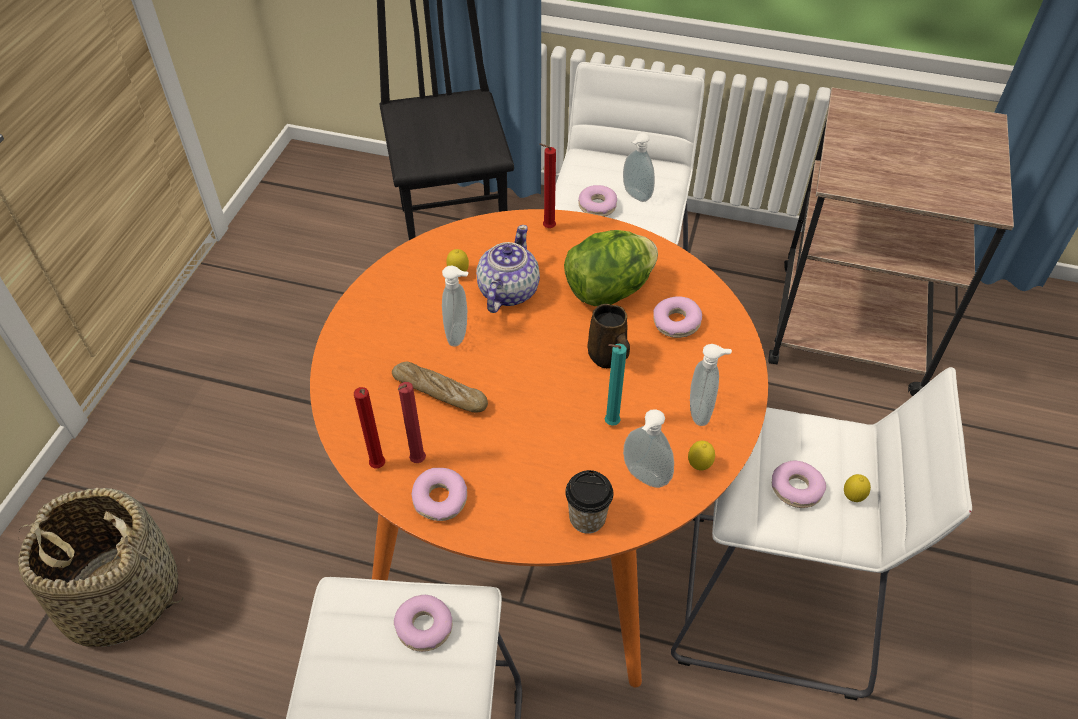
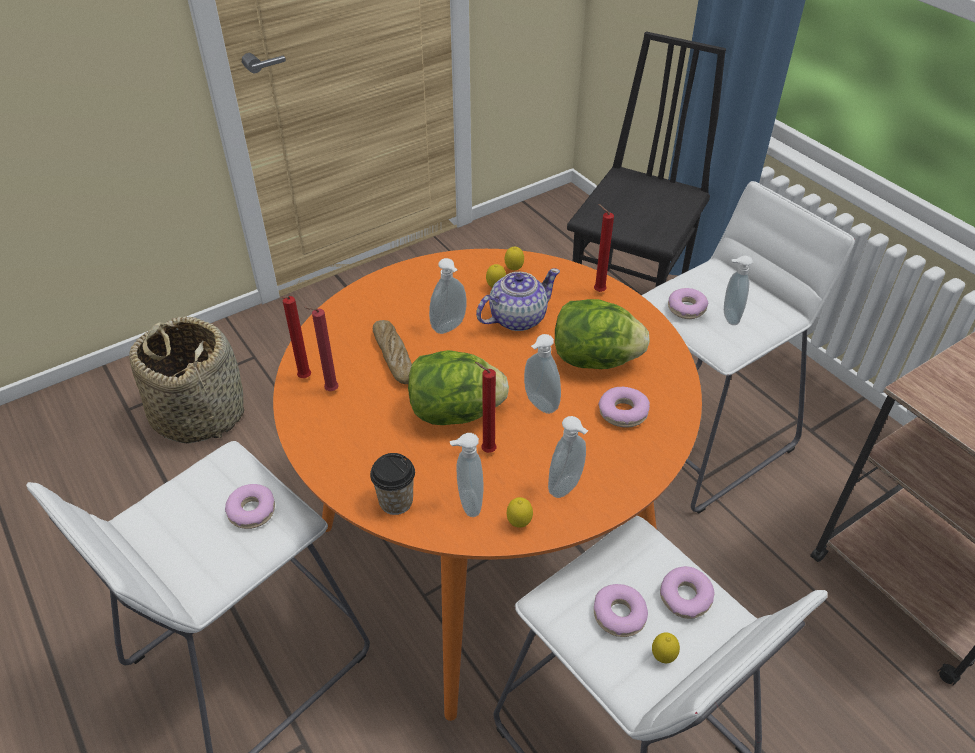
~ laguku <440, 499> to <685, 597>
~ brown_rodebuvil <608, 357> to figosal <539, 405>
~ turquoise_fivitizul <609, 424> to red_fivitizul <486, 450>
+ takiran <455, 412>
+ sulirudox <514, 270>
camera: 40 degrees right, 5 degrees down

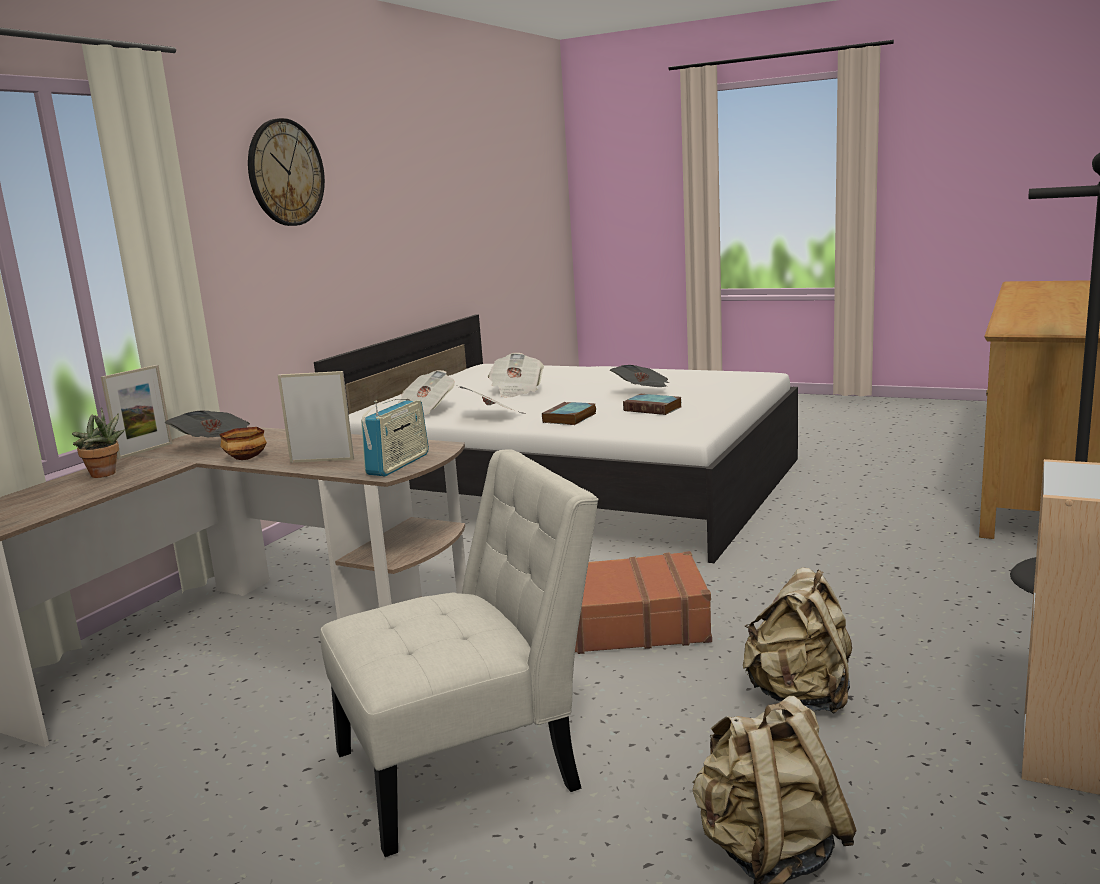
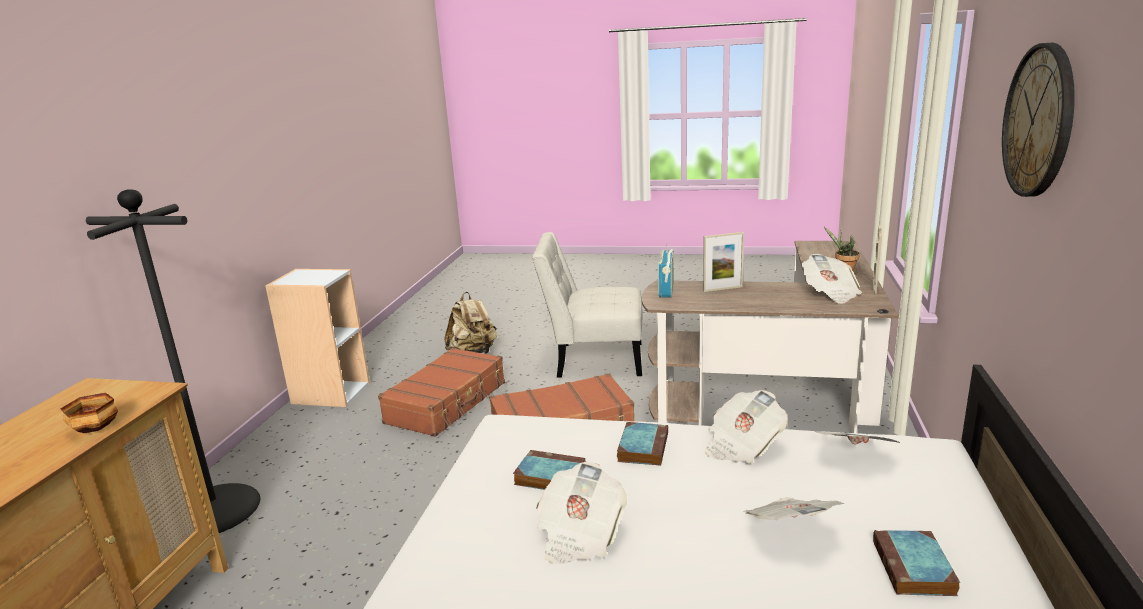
~ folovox <244, 458> to <96, 428>
~ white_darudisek <469, 766> = <593, 360> 45 degrees clockwise
~ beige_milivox <801, 696> to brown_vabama <447, 403>
+ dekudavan <914, 569>
camera: 165 degrees right, 5 degrees up

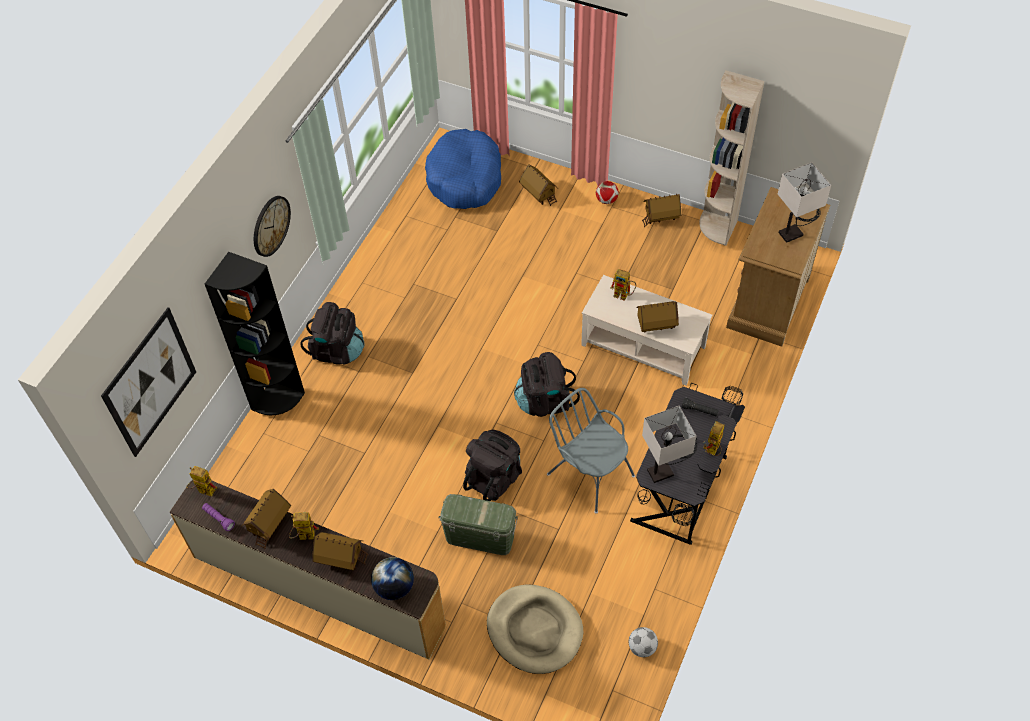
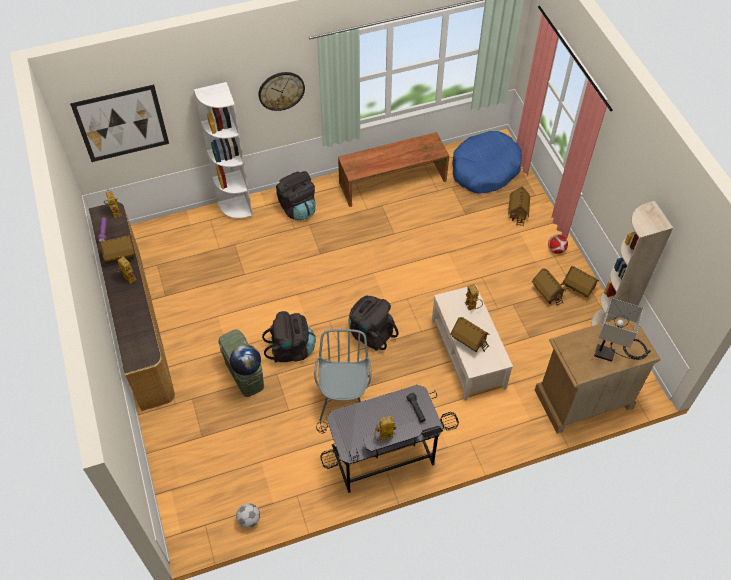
~ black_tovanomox <278, 402> to white_tovanomox <236, 210>
~ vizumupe <341, 559> to <547, 294>
~ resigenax <394, 587> to <247, 367>
- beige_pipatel <534, 630>
- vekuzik <670, 462>
+ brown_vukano <393, 181>
camera: 45 degrees right, 0 degrees up

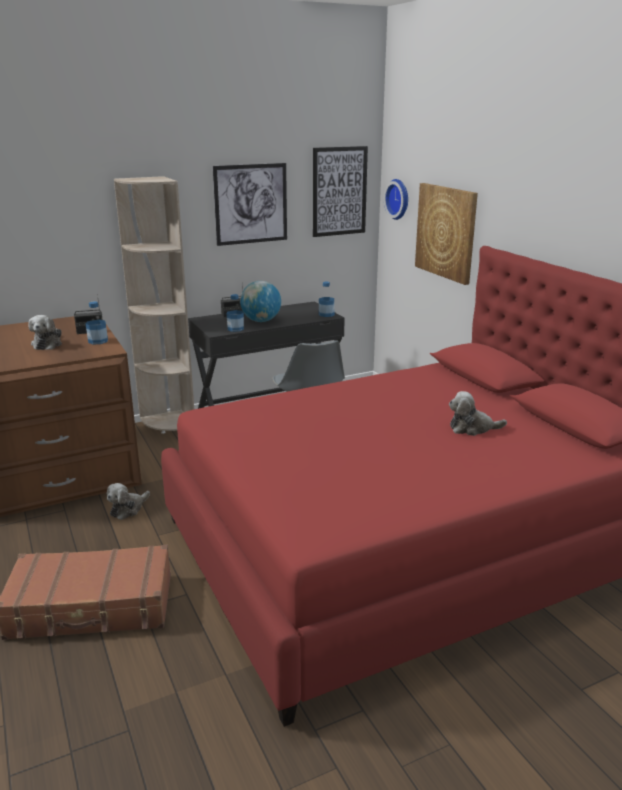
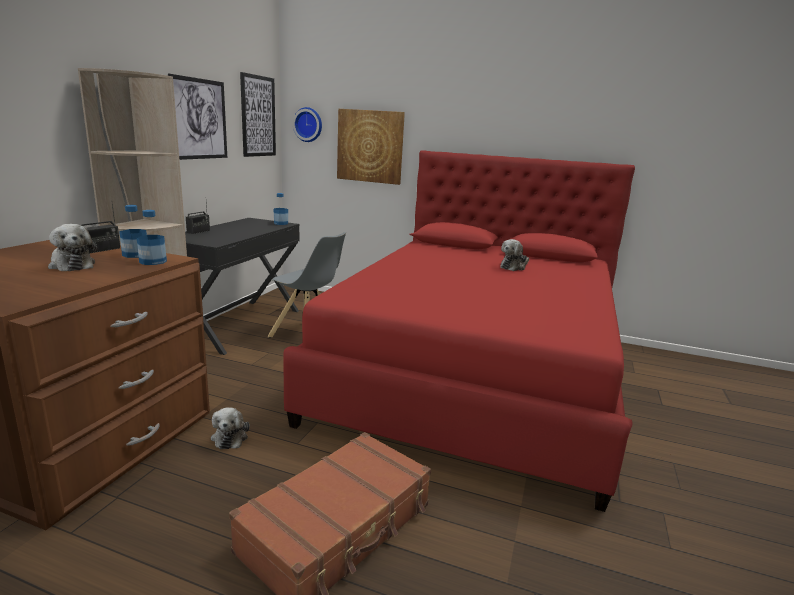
~ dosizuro <235, 329> to <153, 261>
- resigenax <261, 321>
camera: 45 degrees left, 5 degrees down

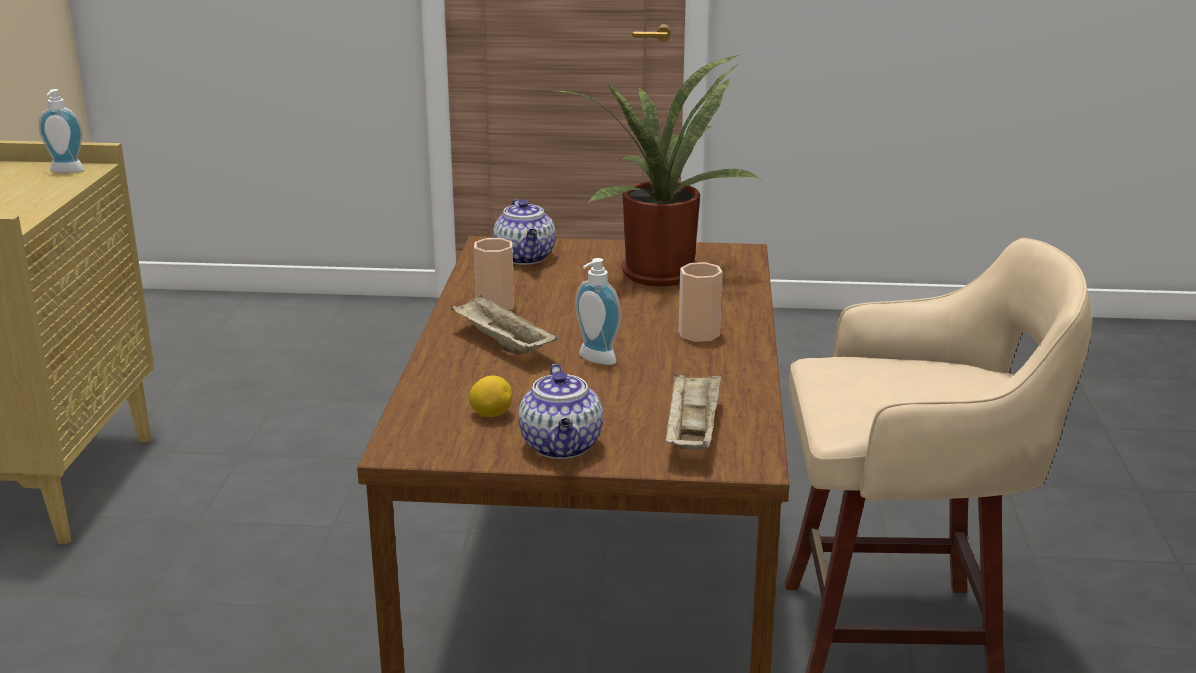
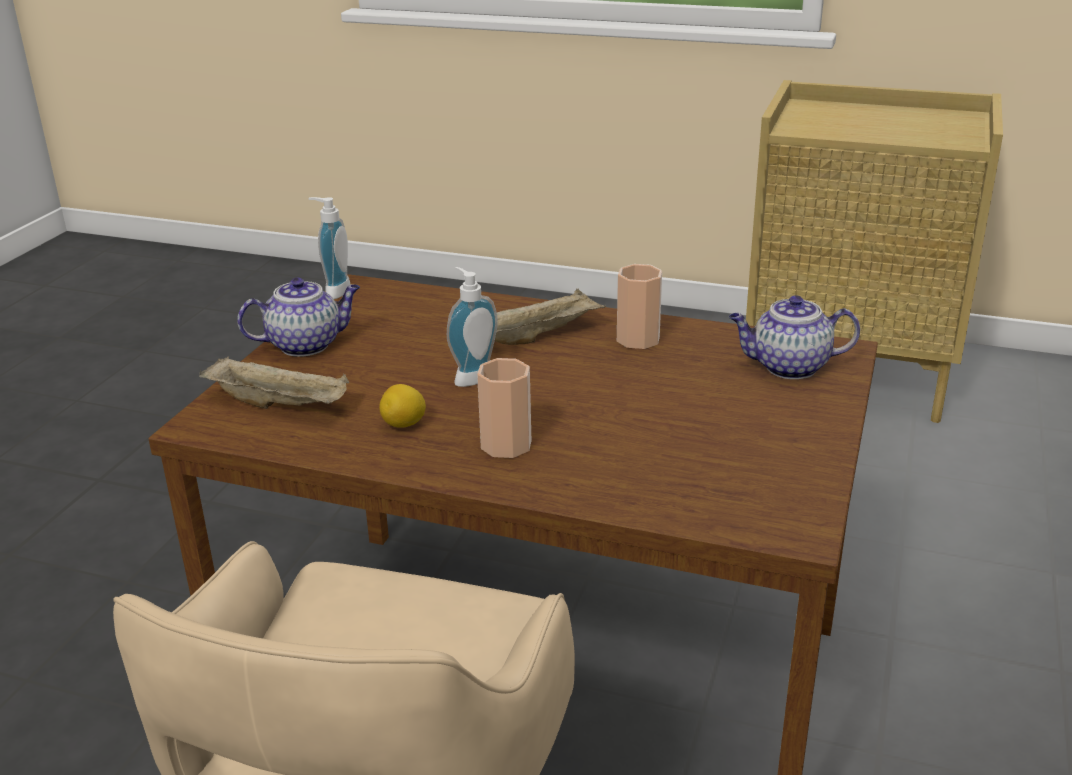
~ figosal <65, 171> to <333, 291>
~ sulirudox <491, 414> to <404, 425>
~ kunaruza <562, 447> = <306, 344> 150 degrees clockwise
- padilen <659, 271>
camera: 105 degrees right, 5 degrees up

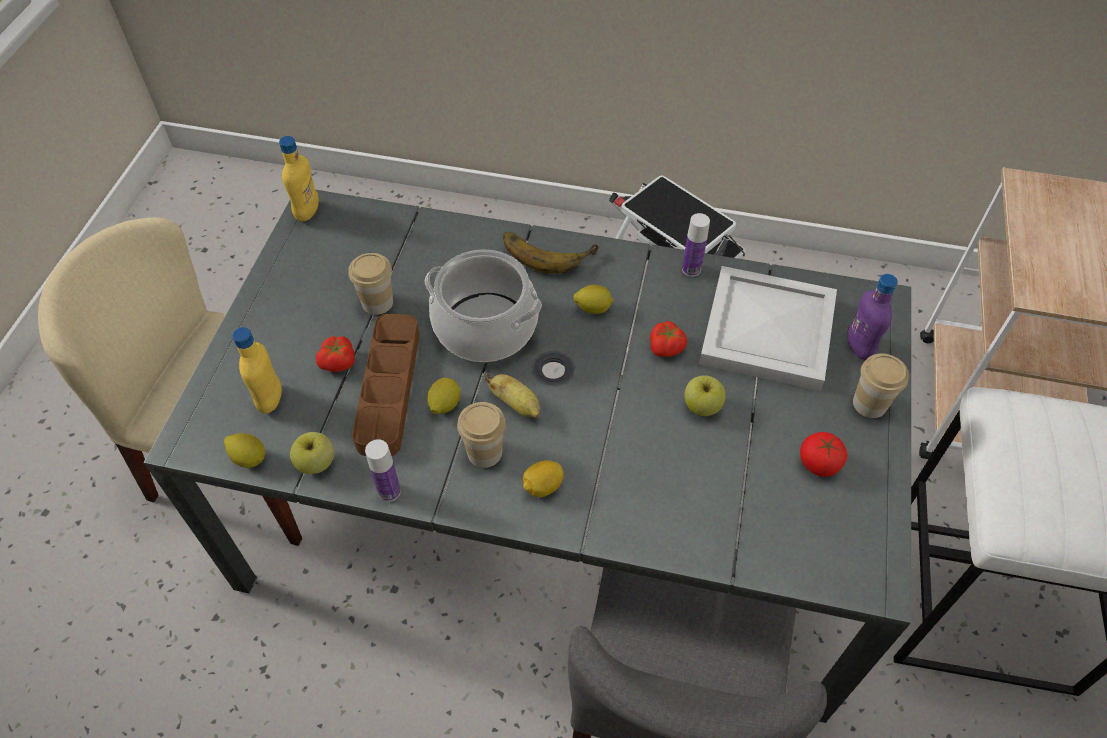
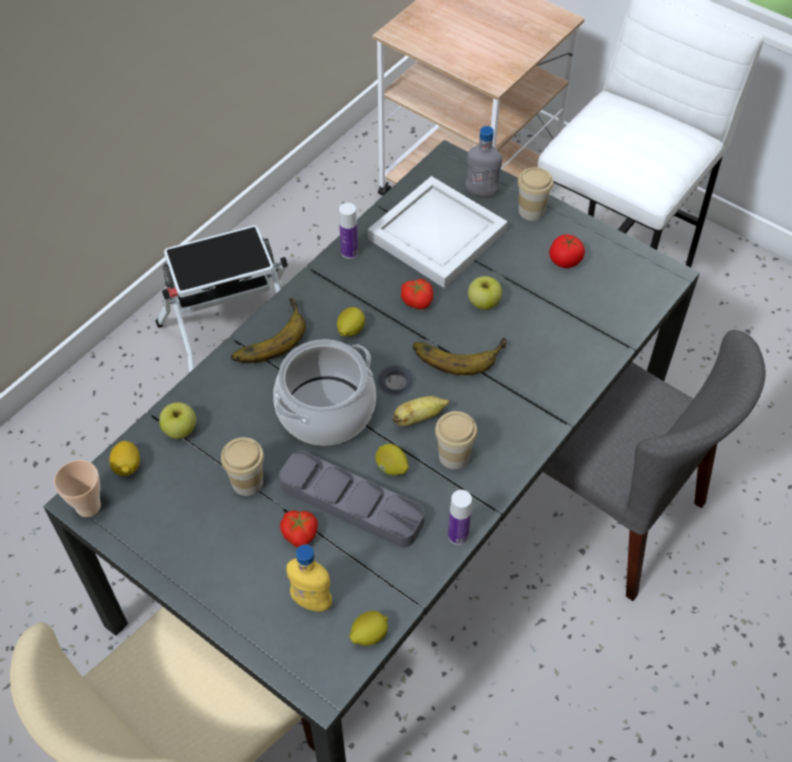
~ yellow_dosizuro <307, 212> to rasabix <88, 506>
~ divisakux <316, 463> to <180, 430>
~ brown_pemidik <389, 388> to grey_pemidik <351, 503>
~ sulirudox <542, 486> to <127, 466>
~ purple_dosizuro <859, 347> to grey_dosizuro <481, 193>
+ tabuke <458, 351>
camera: 65 degrees left, 0 degrees up

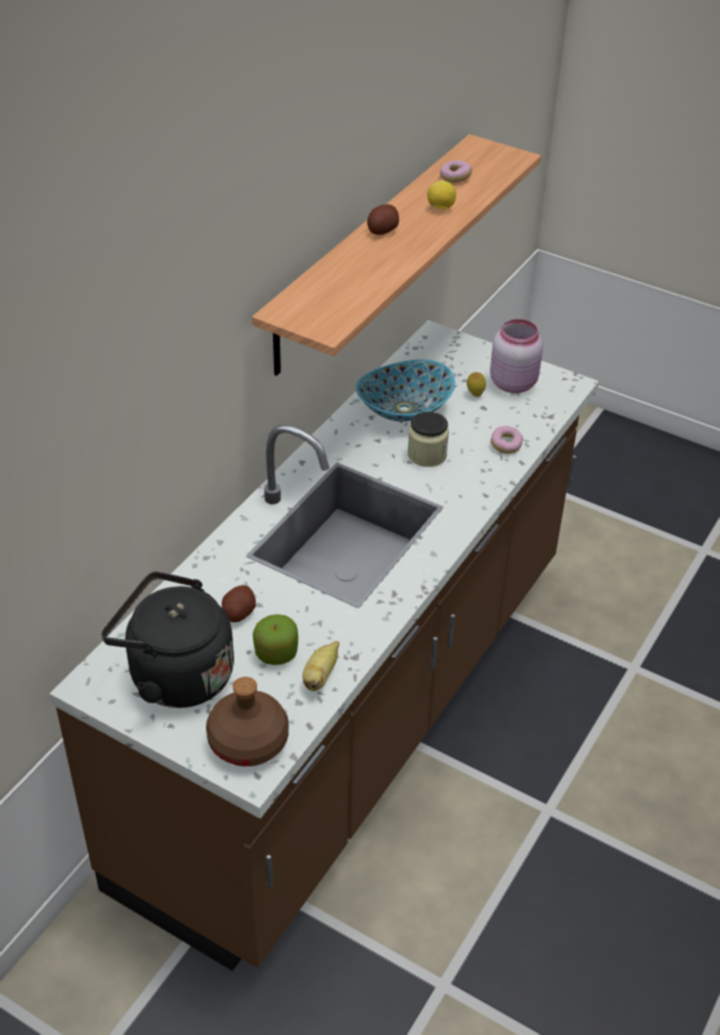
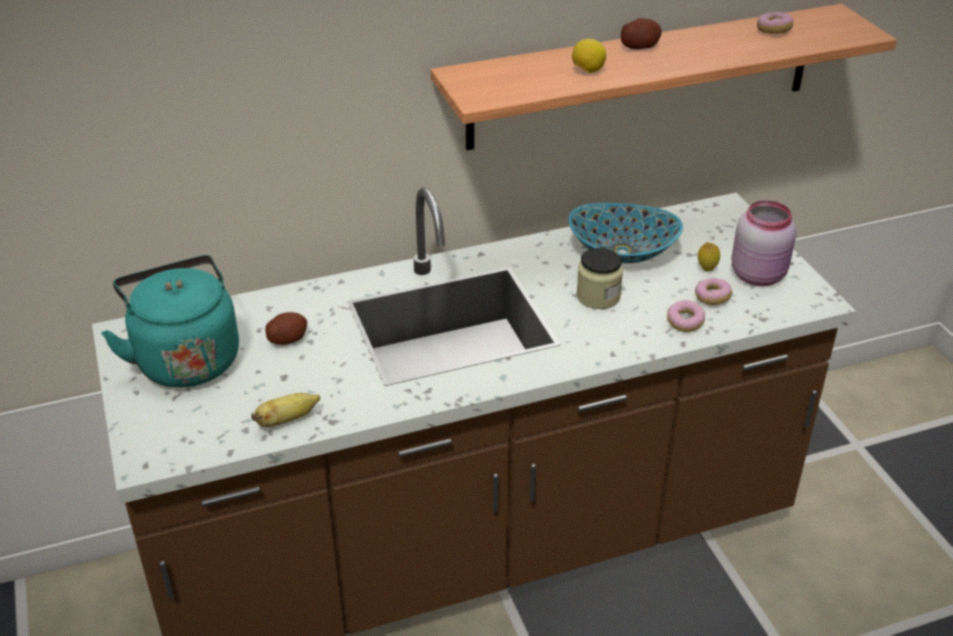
~ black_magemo <175, 675> to turquoise_magemo <185, 358>
- brown_dosizuro <248, 740>
- divisakux <276, 653>
~ sulirudox <440, 208> to <587, 71>
+ laguku <712, 298>
camera: 40 degrees right, 5 degrees down

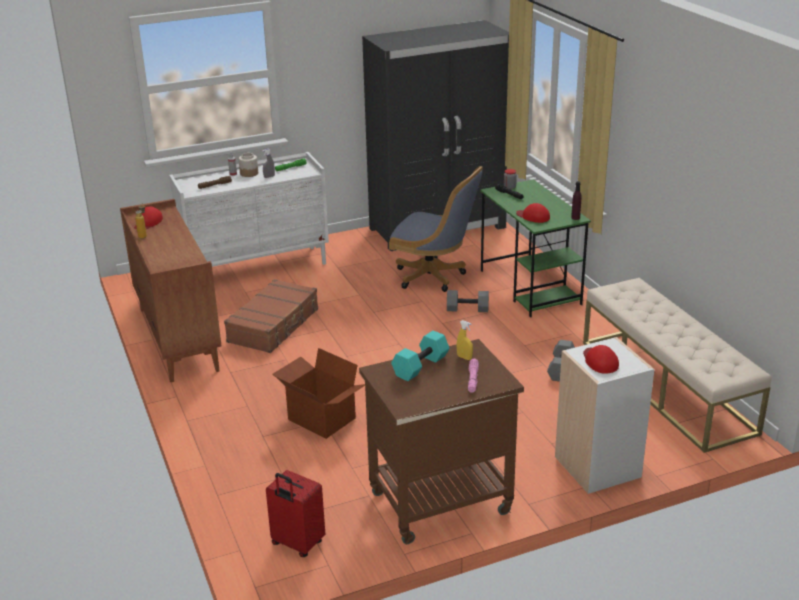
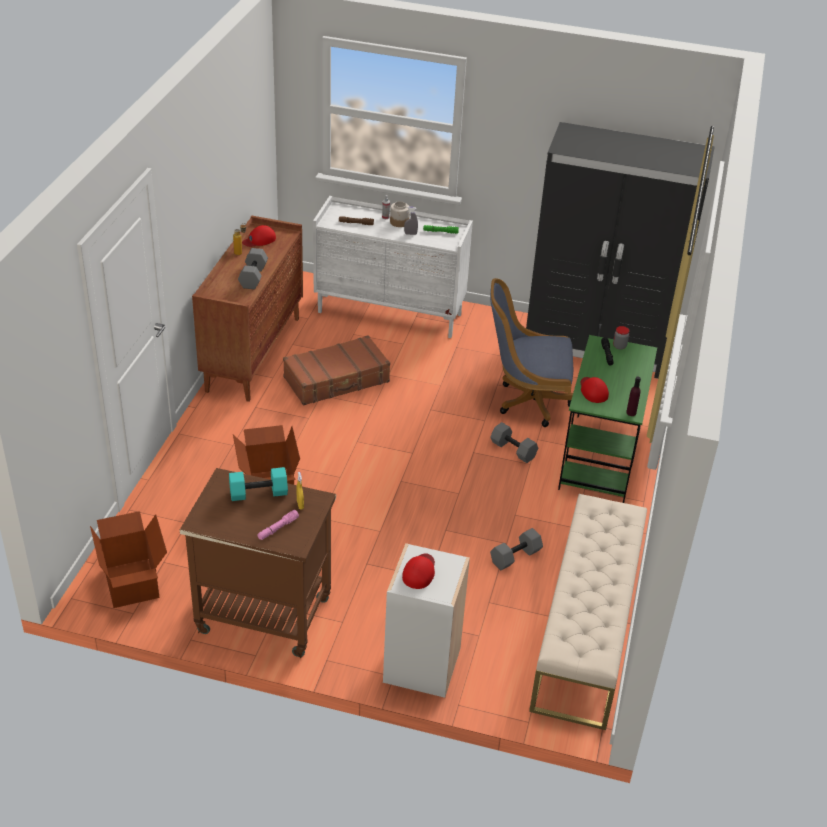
~ red_vabama <297, 544> to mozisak <133, 583>
~ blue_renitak <435, 278> = <526, 402> 120 degrees clockwise
+ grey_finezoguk <254, 277>
camera: 35 degrees right, 10 degrees up

